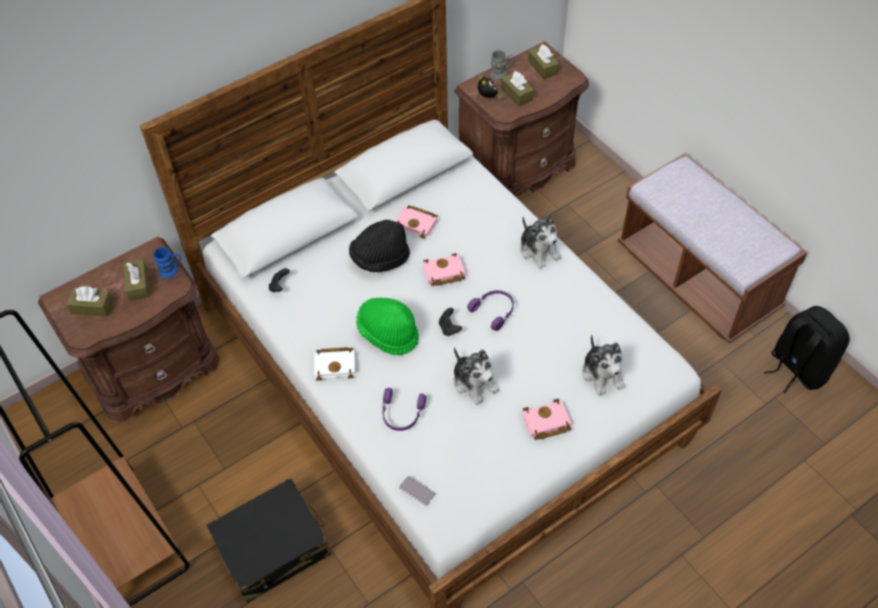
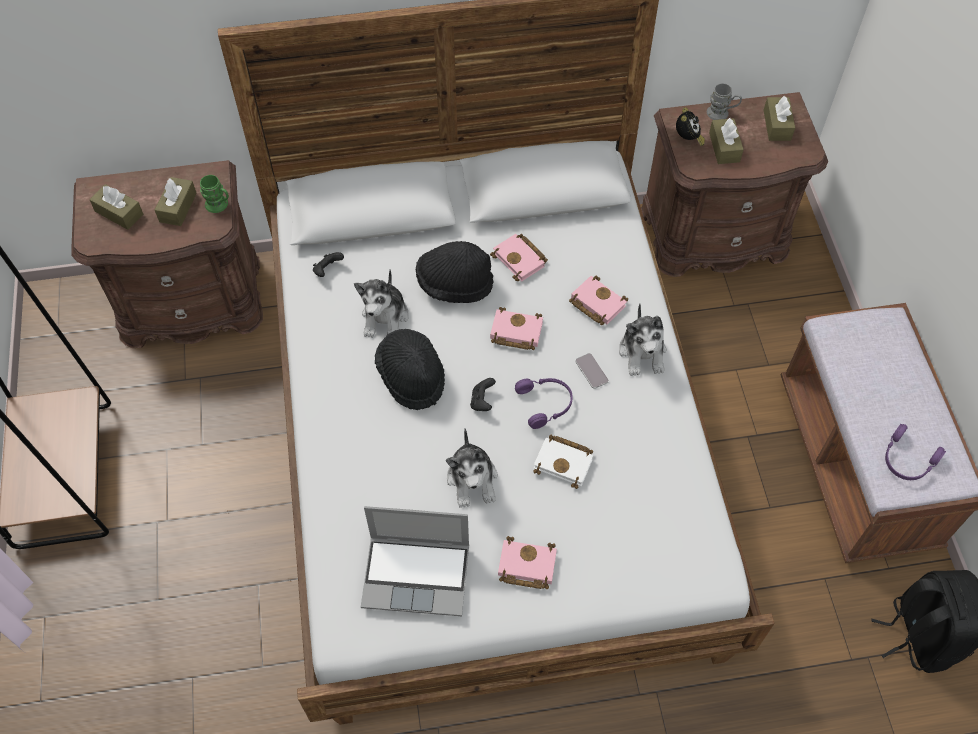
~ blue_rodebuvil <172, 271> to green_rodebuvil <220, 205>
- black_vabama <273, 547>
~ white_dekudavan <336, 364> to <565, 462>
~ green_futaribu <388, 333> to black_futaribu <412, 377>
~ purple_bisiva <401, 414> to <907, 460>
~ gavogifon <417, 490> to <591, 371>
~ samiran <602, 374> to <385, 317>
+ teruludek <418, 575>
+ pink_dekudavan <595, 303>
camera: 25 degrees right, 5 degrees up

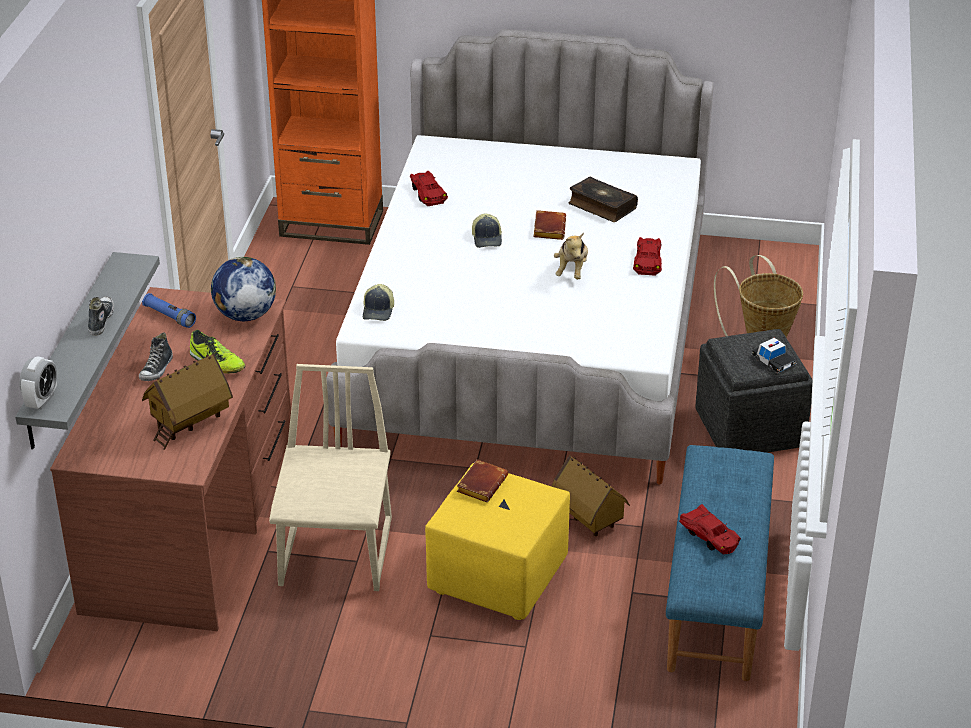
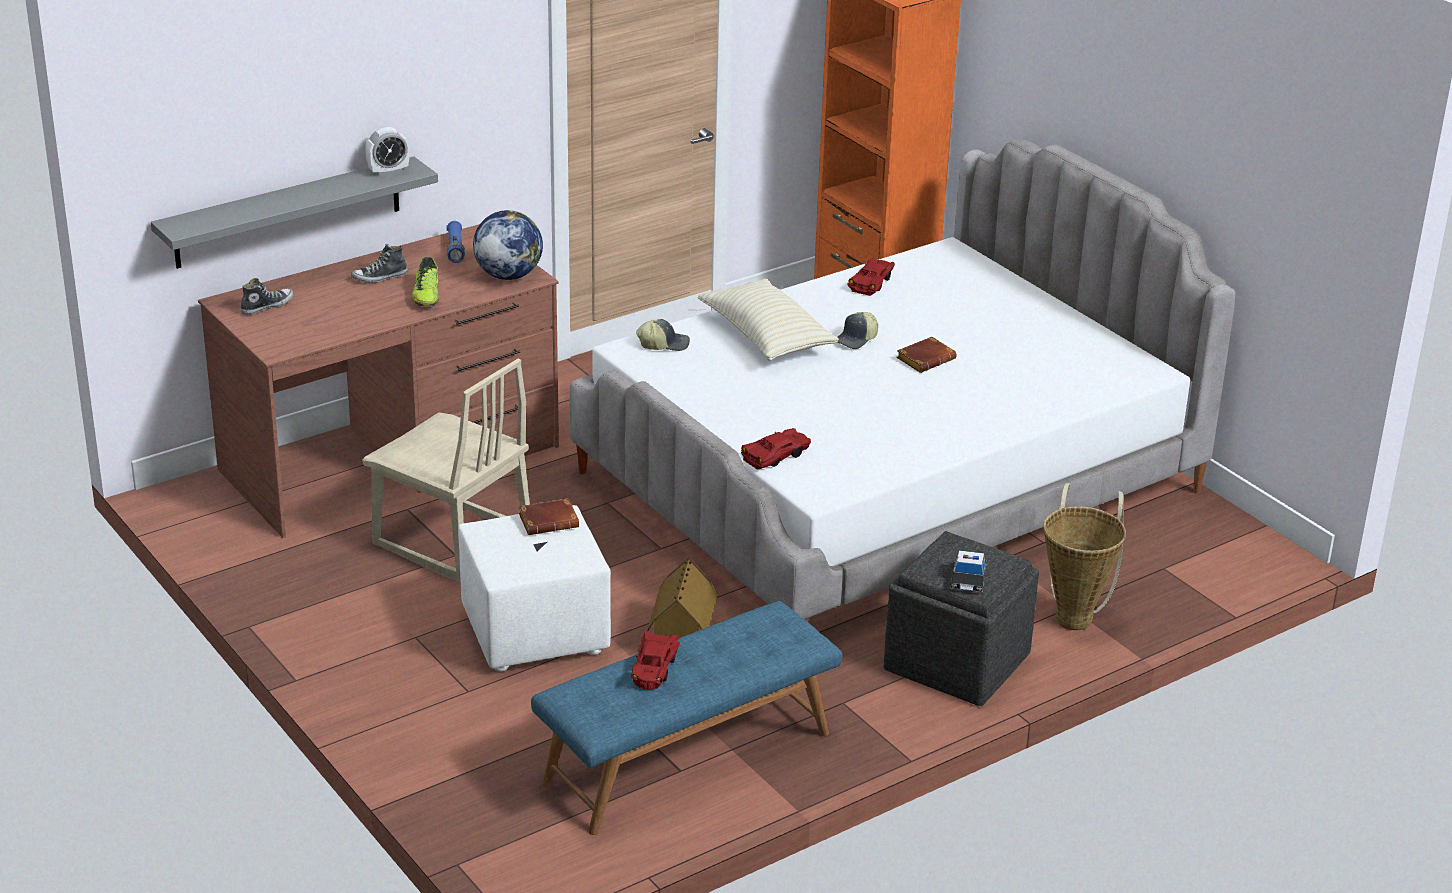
~ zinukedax <42, 400> to <388, 171>
~ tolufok <100, 320> to <267, 306>
- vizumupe <189, 423>
~ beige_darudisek <337, 553> = <451, 541> 75 degrees clockwise
~ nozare <379, 310> = <663, 344> 150 degrees counterclockwise
~ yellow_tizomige <496, 578> to white_tizomige <533, 632>
- samiran <572, 270>
- dekudavan <601, 206>
~ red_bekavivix <648, 261> to <776, 456>
+ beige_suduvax <766, 337>
camera: 45 degrees right, 5 degrees down

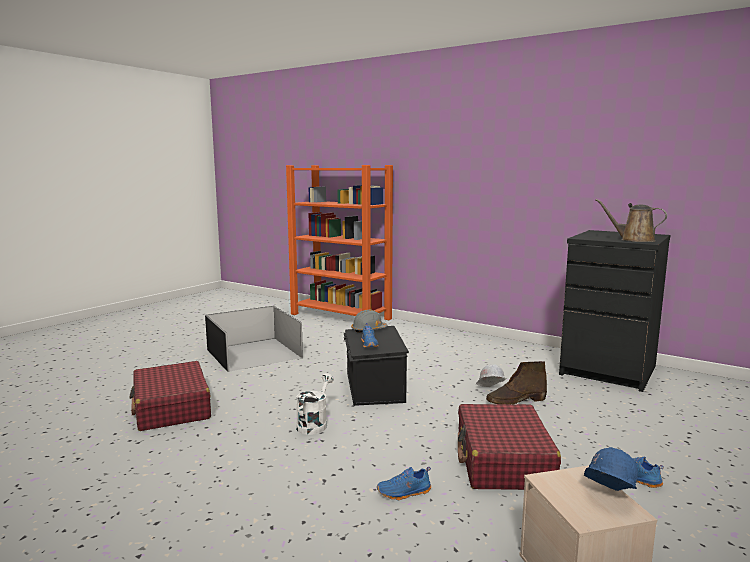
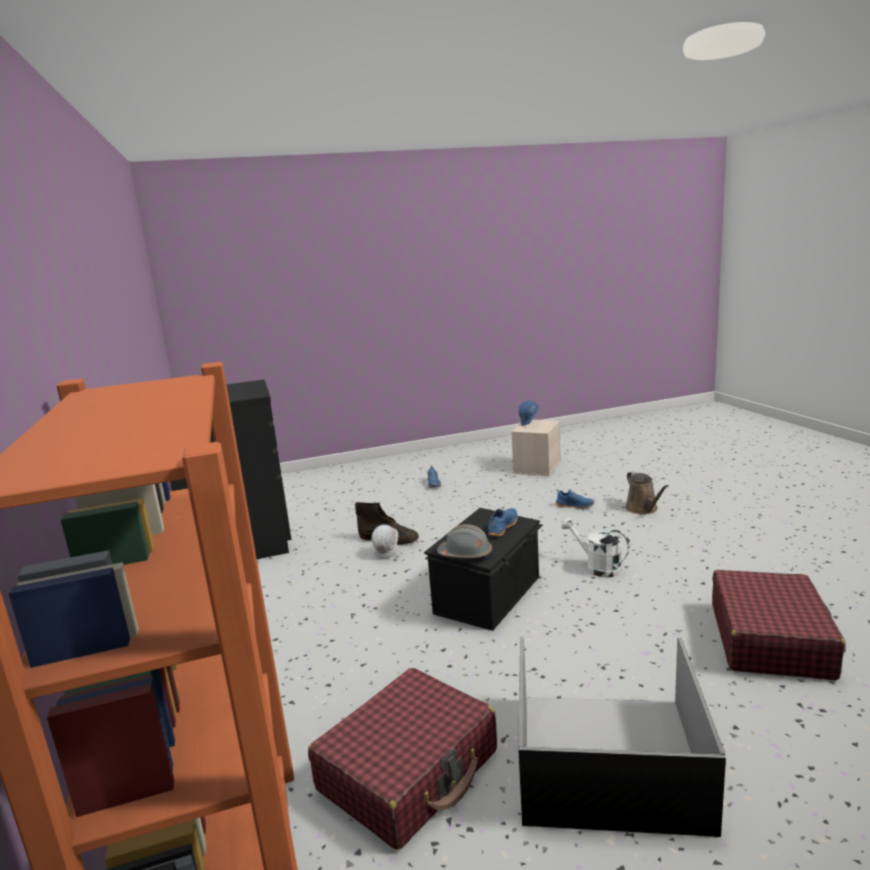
~ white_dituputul <314, 424> = <597, 567> 75 degrees clockwise
~ red_vabama <503, 461> to <409, 770>
~ brown_dituputul <633, 240> to <643, 509>
camera: 140 degrees left, 5 degrees up

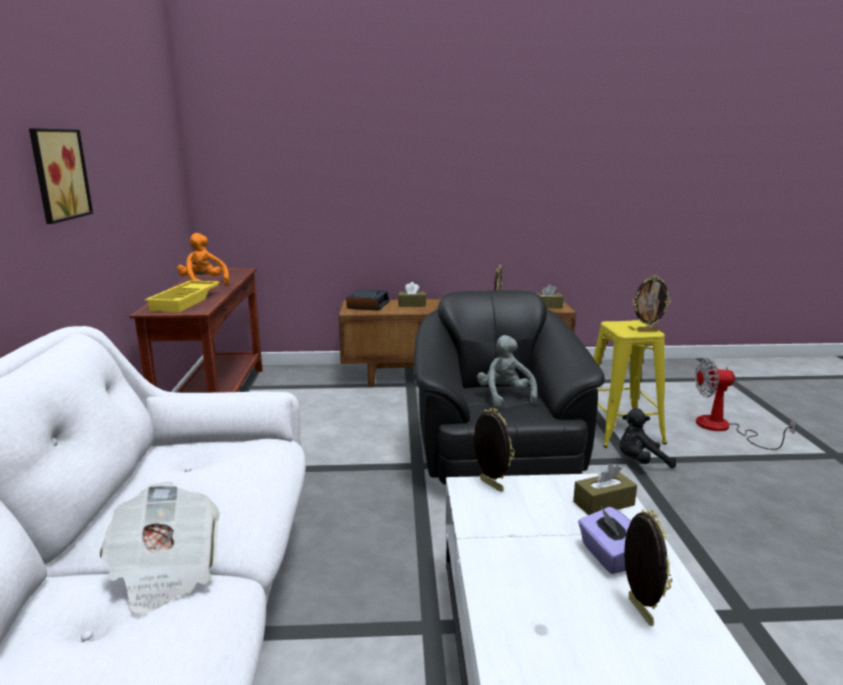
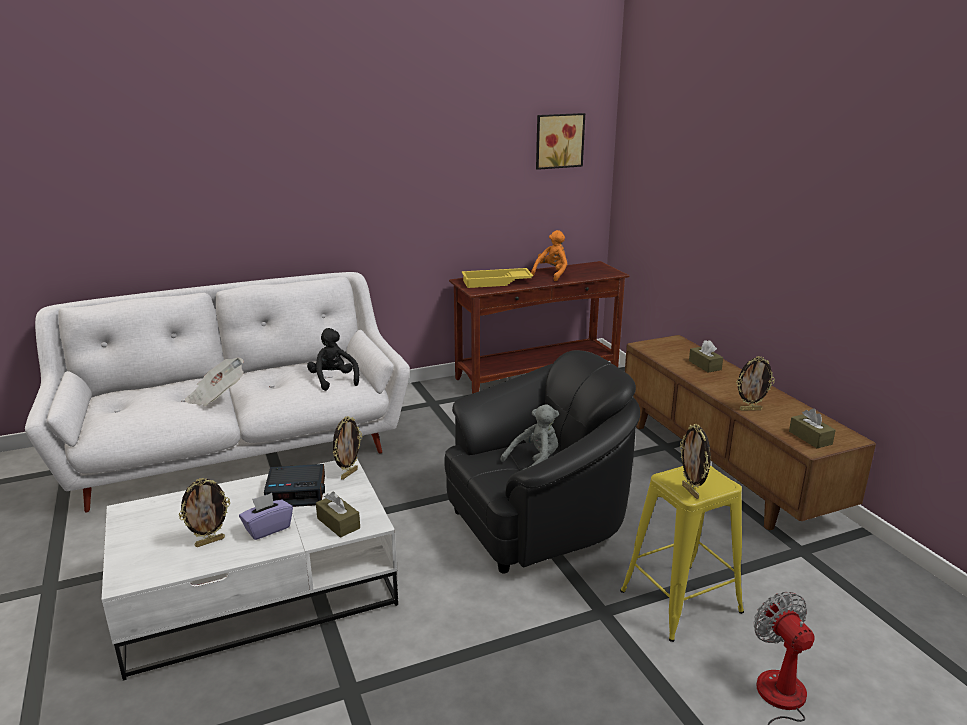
~ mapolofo <57, 174> to <558, 140>
~ zinukedax <368, 305> to <297, 492>
~ black_samiran <640, 462> to <333, 380>
camera: 70 degrees right, 5 degrees up

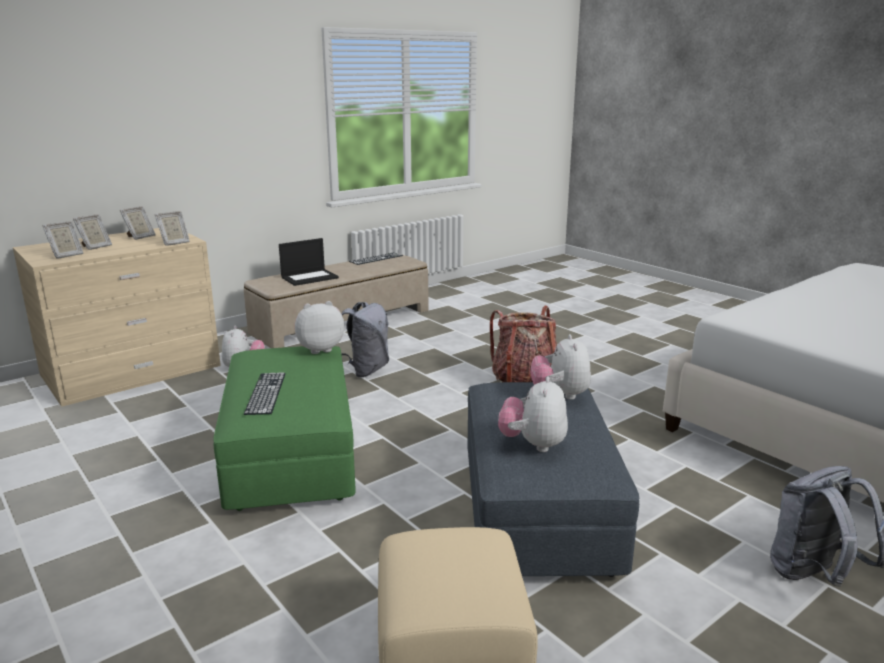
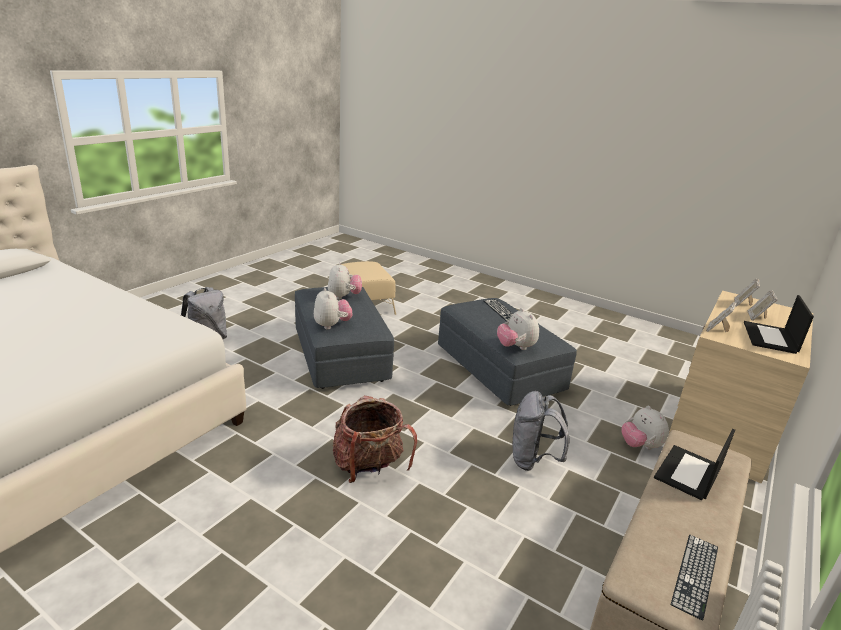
~ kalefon <140, 237> to teruludek <770, 338>
~ green_tizomige <291, 455> to grey_tizomige <499, 369>
~ samiran <319, 349> = <516, 347> 105 degrees clockwise
camera: 160 degrees right, 5 degrees up

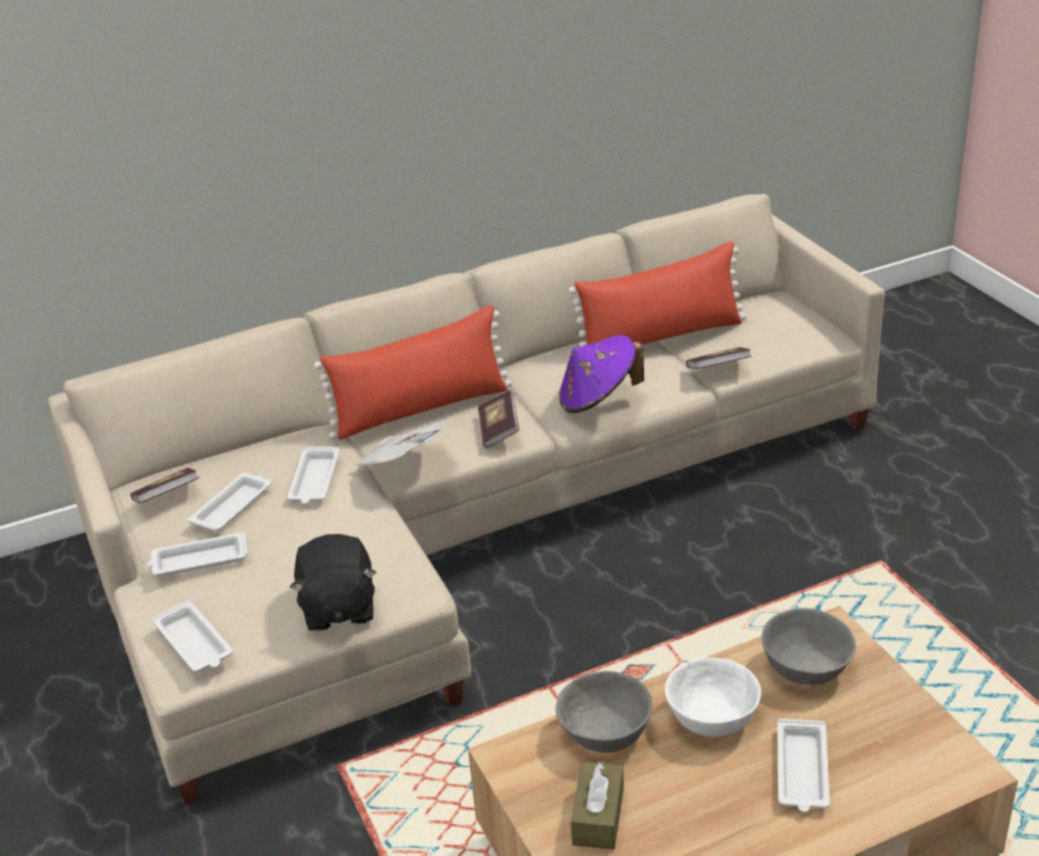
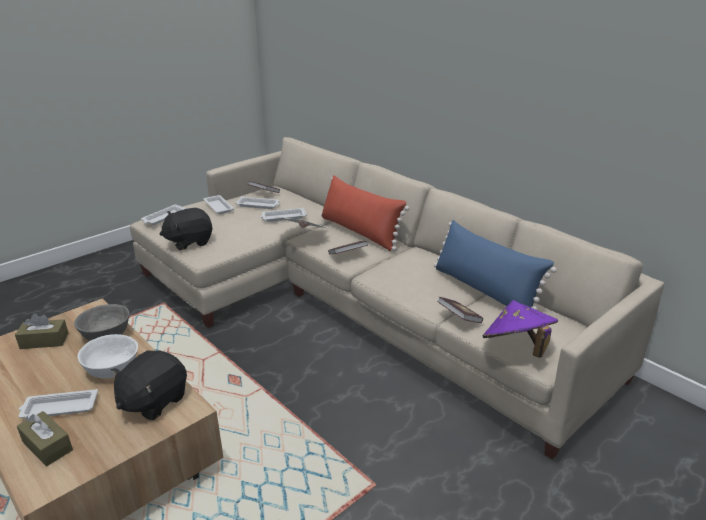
~ purple_futaribu <598, 399> to <516, 348>
~ red_suduvax <661, 337> to blue_suduvax <484, 291>
~ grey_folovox <806, 666> to black_samiran <153, 401>
+ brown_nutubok <47, 446>
camera: 70 degrees right, 5 degrees down

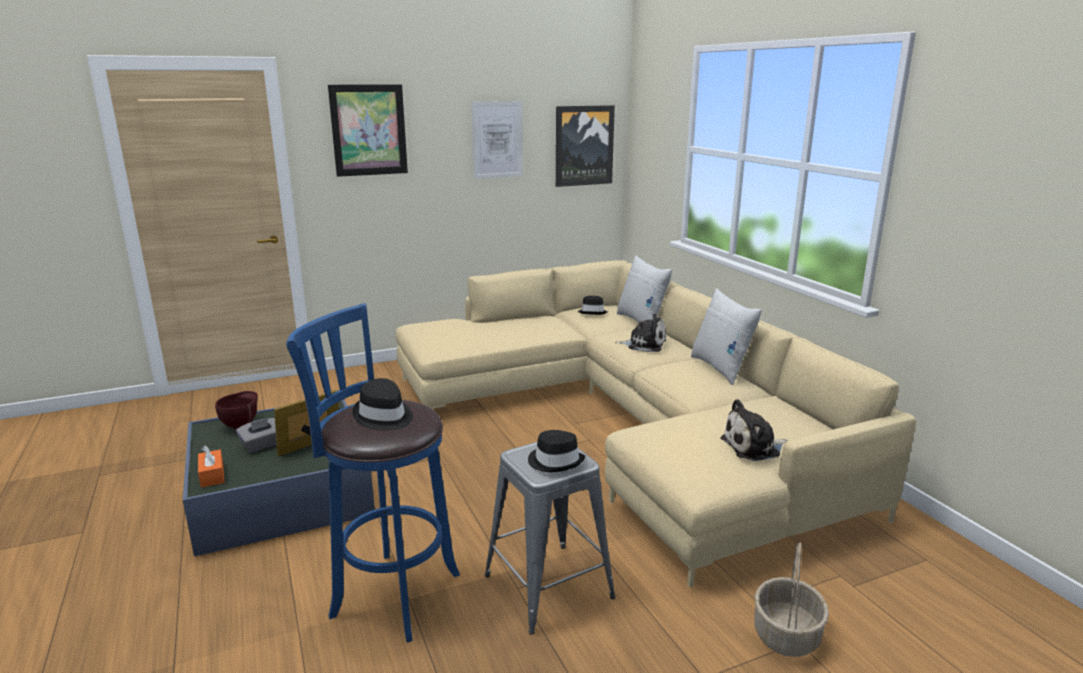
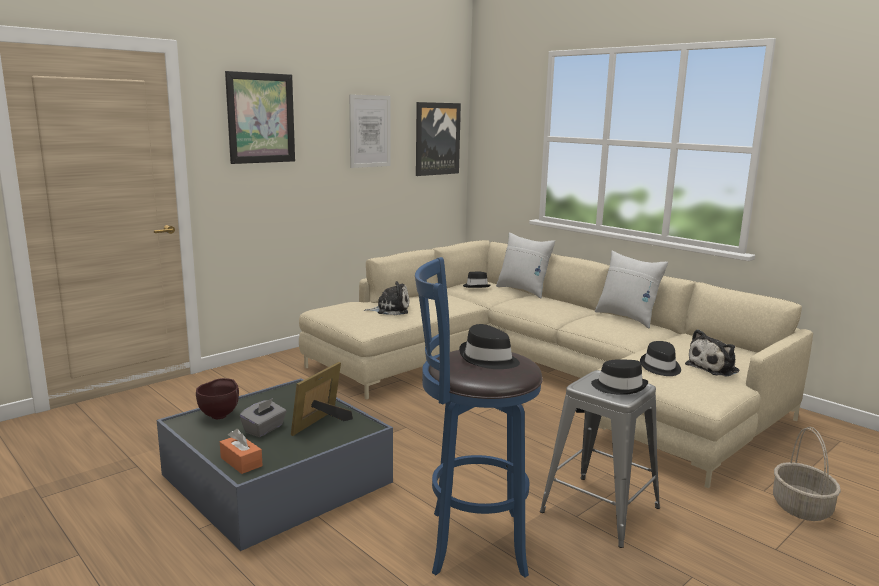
~ samiran <644, 344> to <390, 310>
+ black_futaribu <660, 367>
camera: 20 degrees left, 5 degrees down

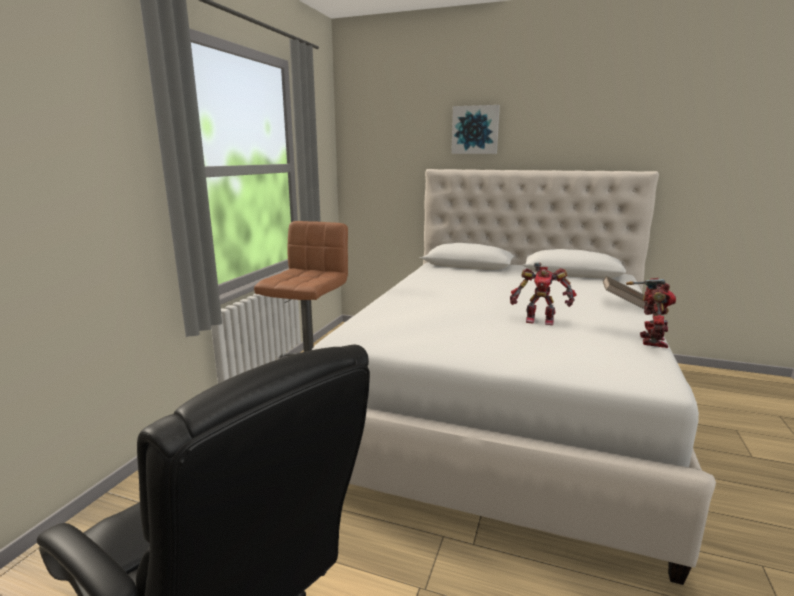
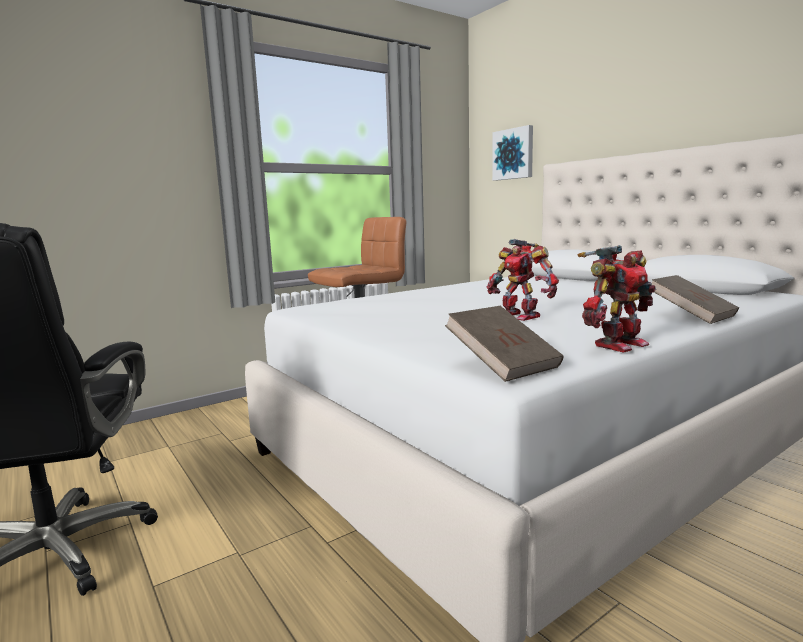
~ mapolofo <475, 130> to <513, 154>
+ brown_dekudavan <503, 365>
camera: 35 degrees right, 5 degrees down

